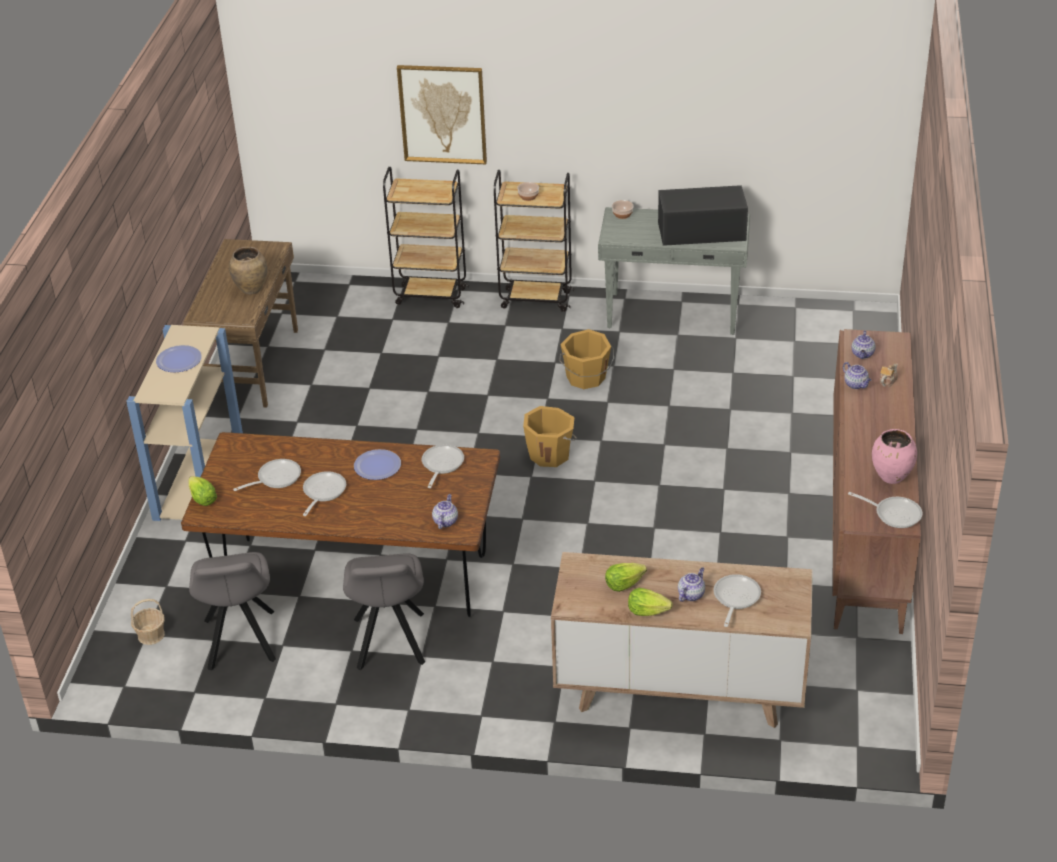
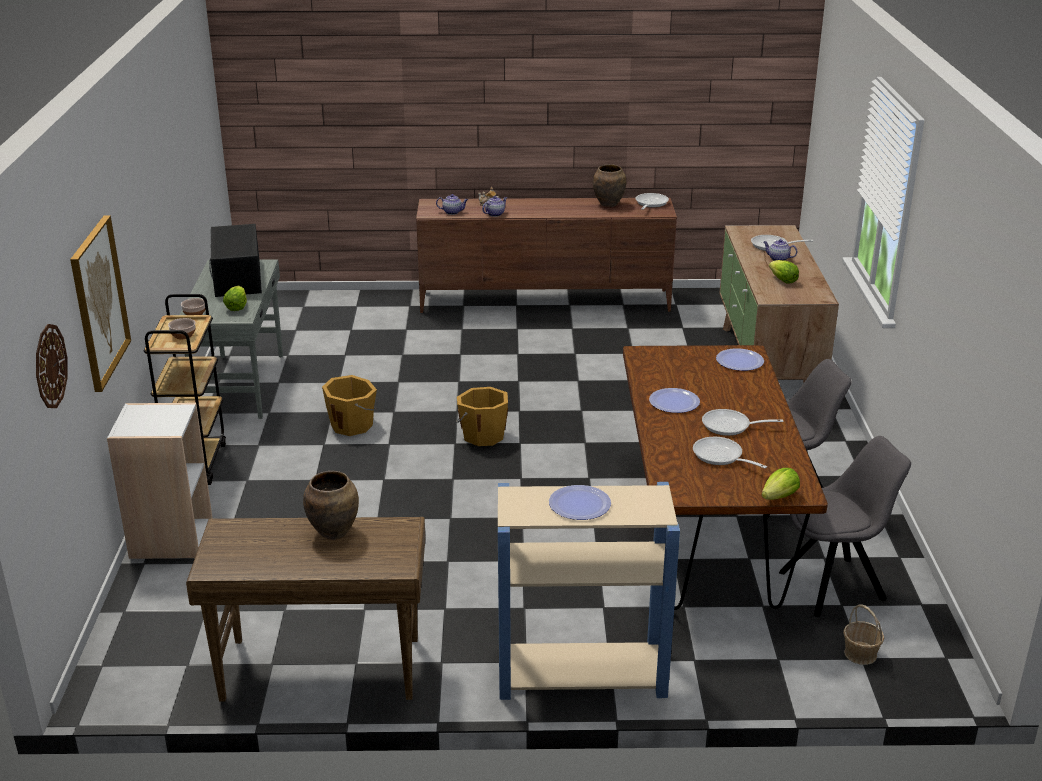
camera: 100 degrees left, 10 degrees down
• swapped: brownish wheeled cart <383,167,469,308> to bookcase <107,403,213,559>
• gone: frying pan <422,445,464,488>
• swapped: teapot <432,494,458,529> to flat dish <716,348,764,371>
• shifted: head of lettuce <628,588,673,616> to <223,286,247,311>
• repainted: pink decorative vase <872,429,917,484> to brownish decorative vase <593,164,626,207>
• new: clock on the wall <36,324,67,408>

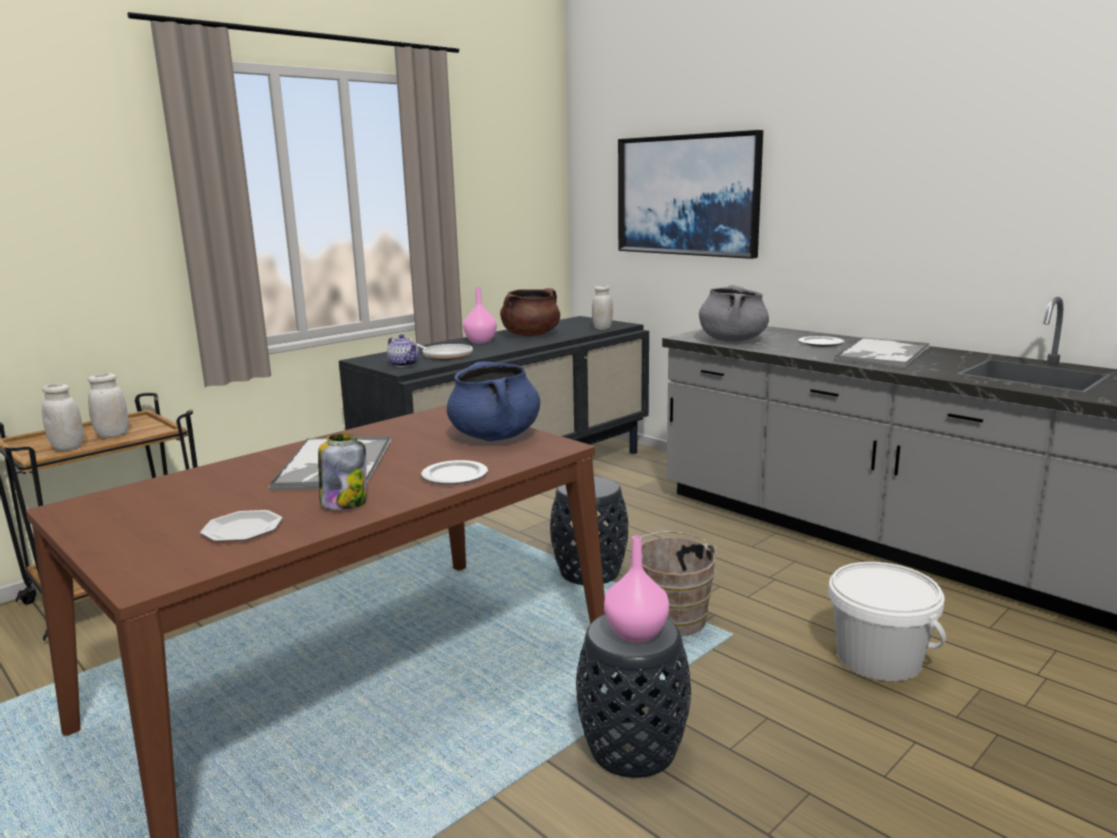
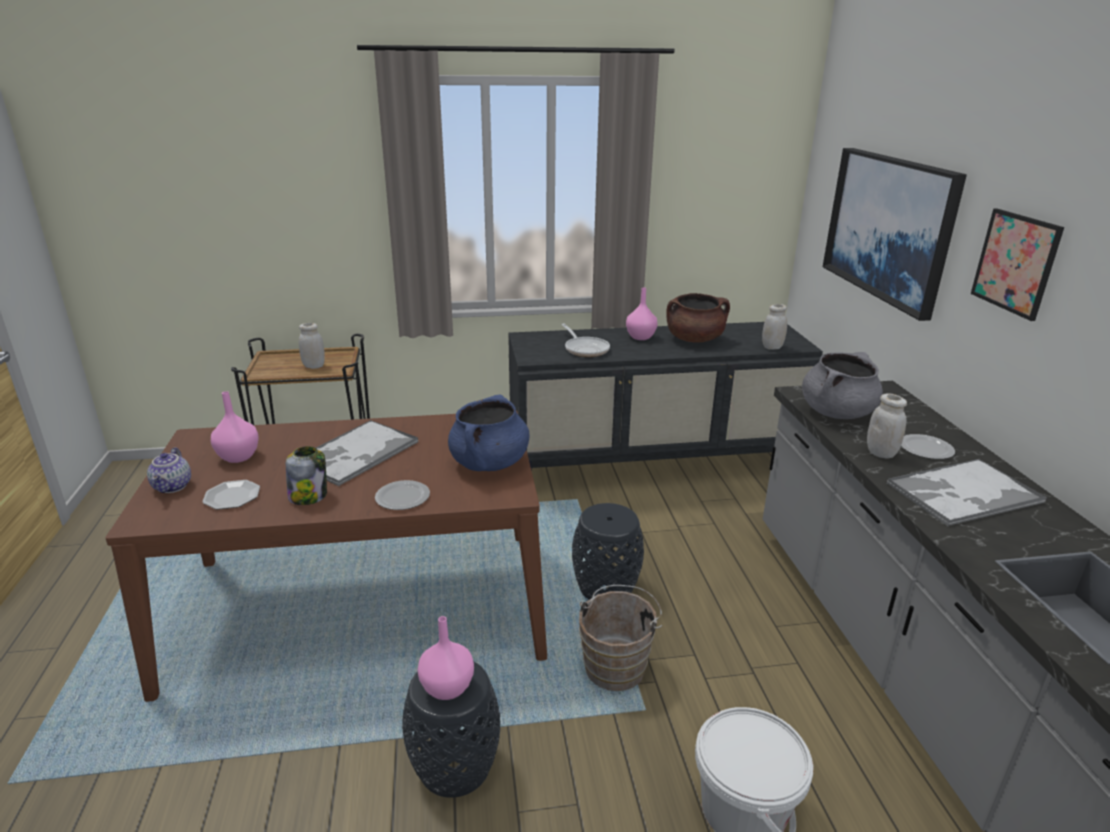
camera: 35 degrees right, 10 degrees up
• shifted: white storage jar <42,384,84,451> to <867,393,907,459>
• shifted: teapot <387,334,419,367> to <147,447,191,493>
• new: pink decorative vase <211,391,259,463>
• new: wall art <971,209,1064,321>

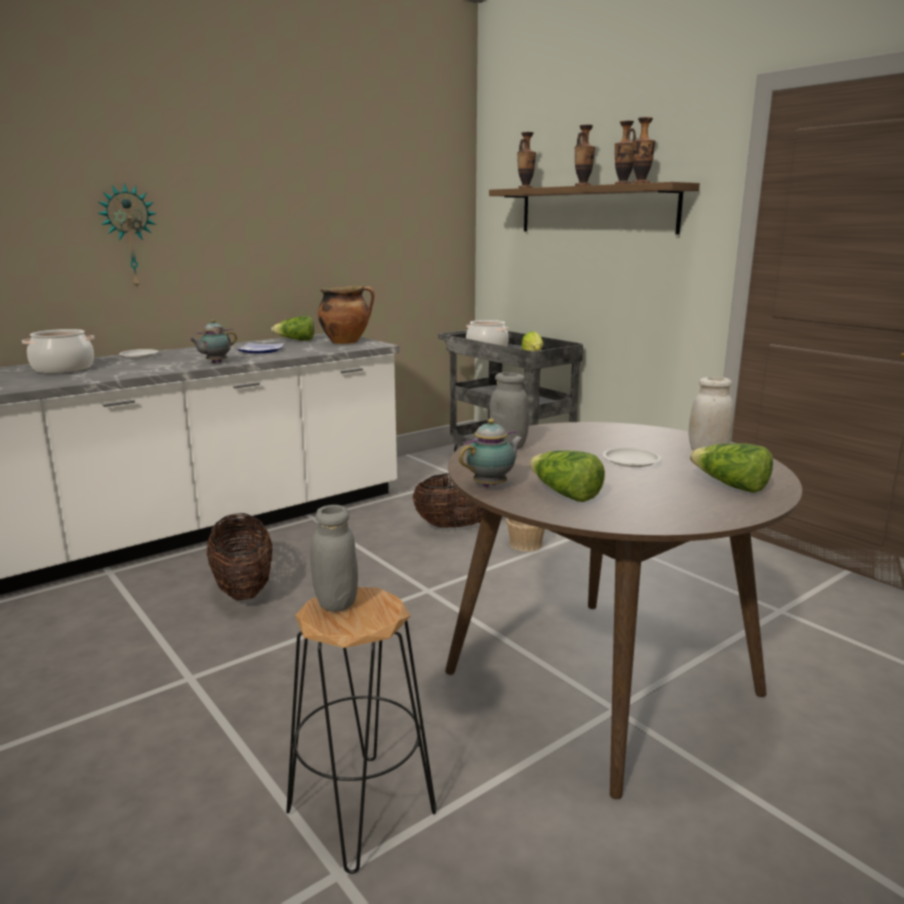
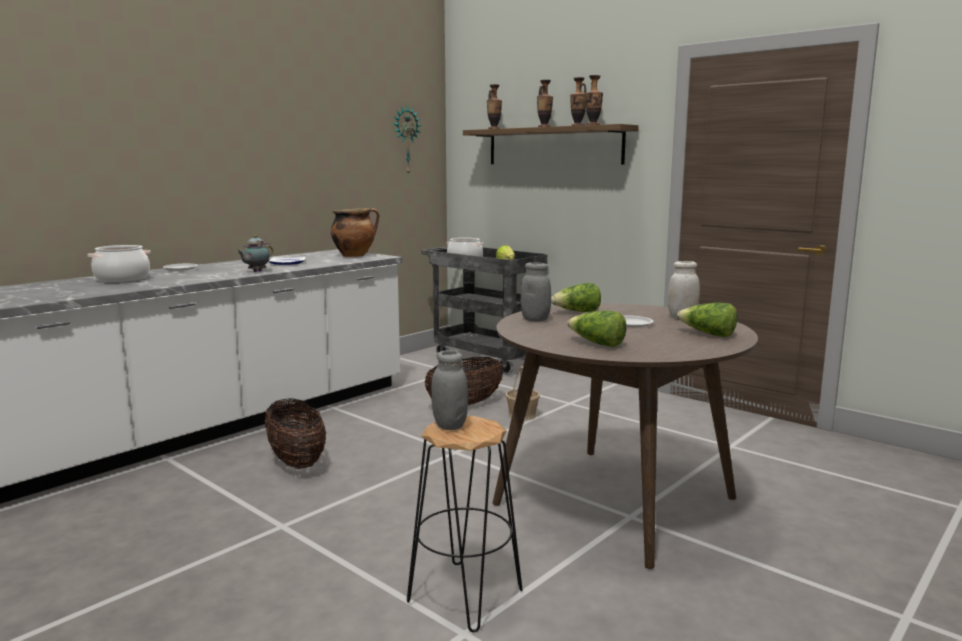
camera: 10 degrees left, 5 degrees down
• shifted: clock on the wall <97,183,157,290> to <393,106,421,175>
• shifted: head of lettuce <271,316,314,341> to <551,283,601,312>
• gone: teapot <459,419,523,487>

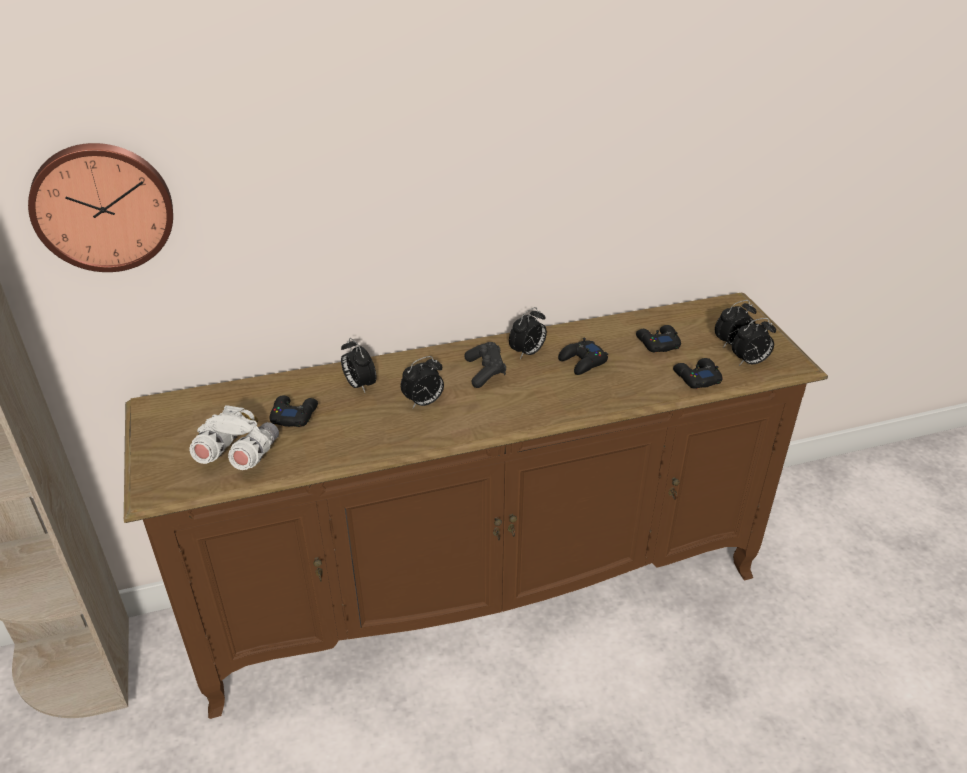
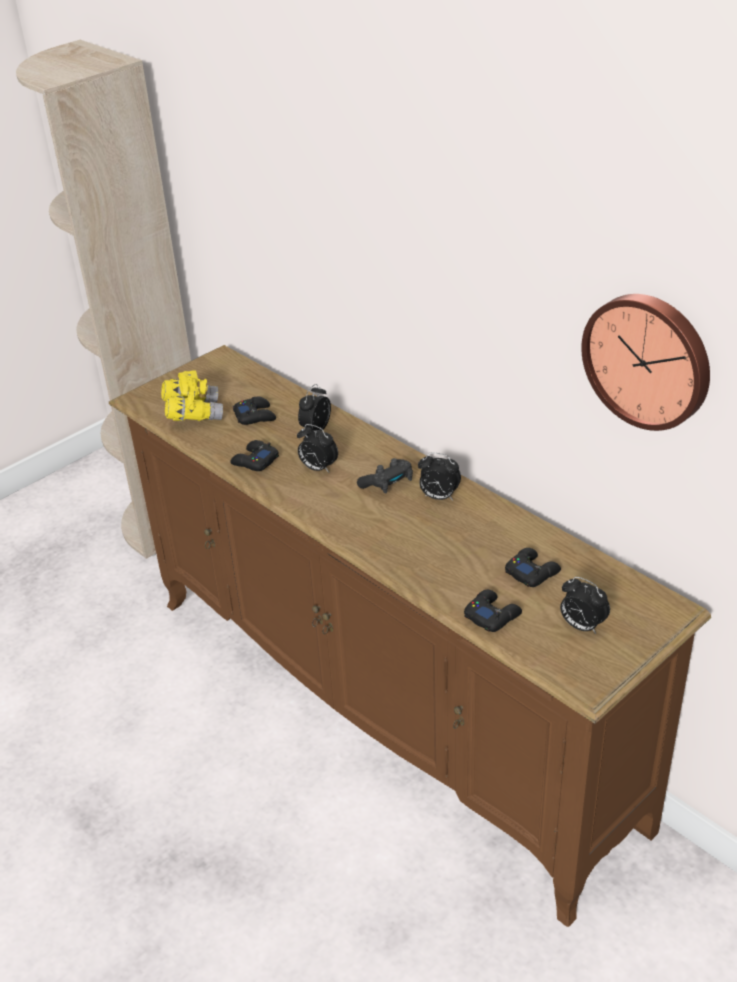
camera: 65 degrees right, 0 degrees up
• shifted: clock on the wall <28,143,173,272> to <581,294,710,431>
• repainted: white pair of binoculars <189,405,279,470> to yellowish pair of binoculars <161,370,223,421>
• shifted: black game controller <558,337,608,375> to <230,440,279,471>
• gone: alarm clock <732,318,776,366>

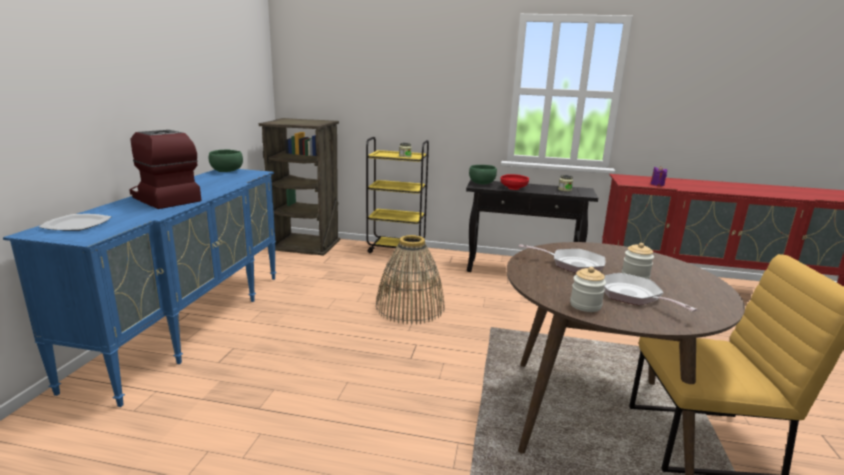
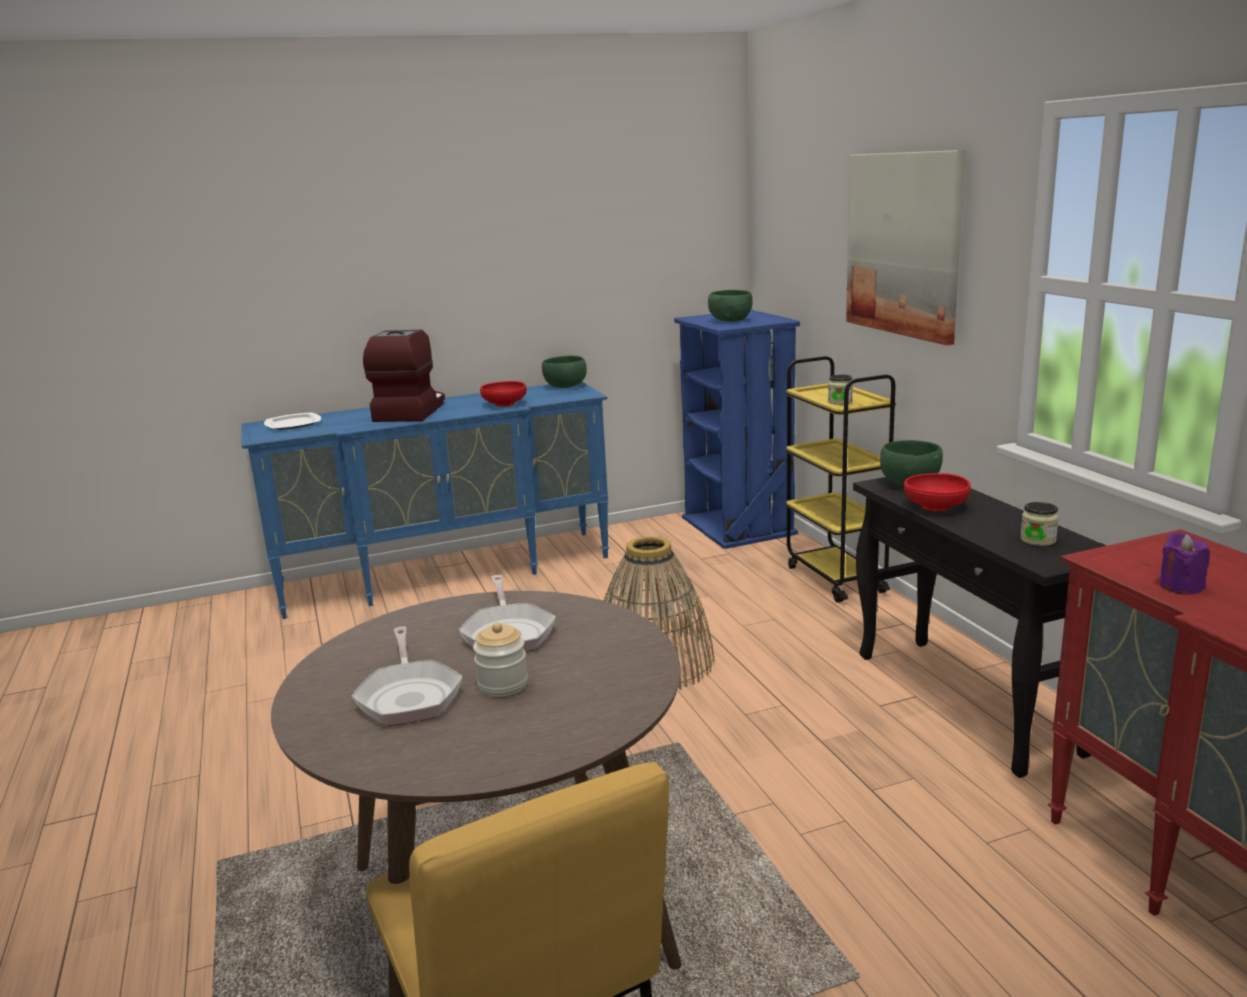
camera: 60 degrees right, 0 degrees up
• repainted: brownish bookcase <258,118,341,255> to bluish bookcase <674,309,800,549>
• gone: storage jar <570,267,606,312>
• rotated: frying pan <604,273,697,311> = <351,626,463,726> 135 degrees clockwise
• new: reddish serving bowl <480,381,527,407>
• new: green-coloured serving bowl <708,290,753,322>
• new: wall art <846,150,965,346>

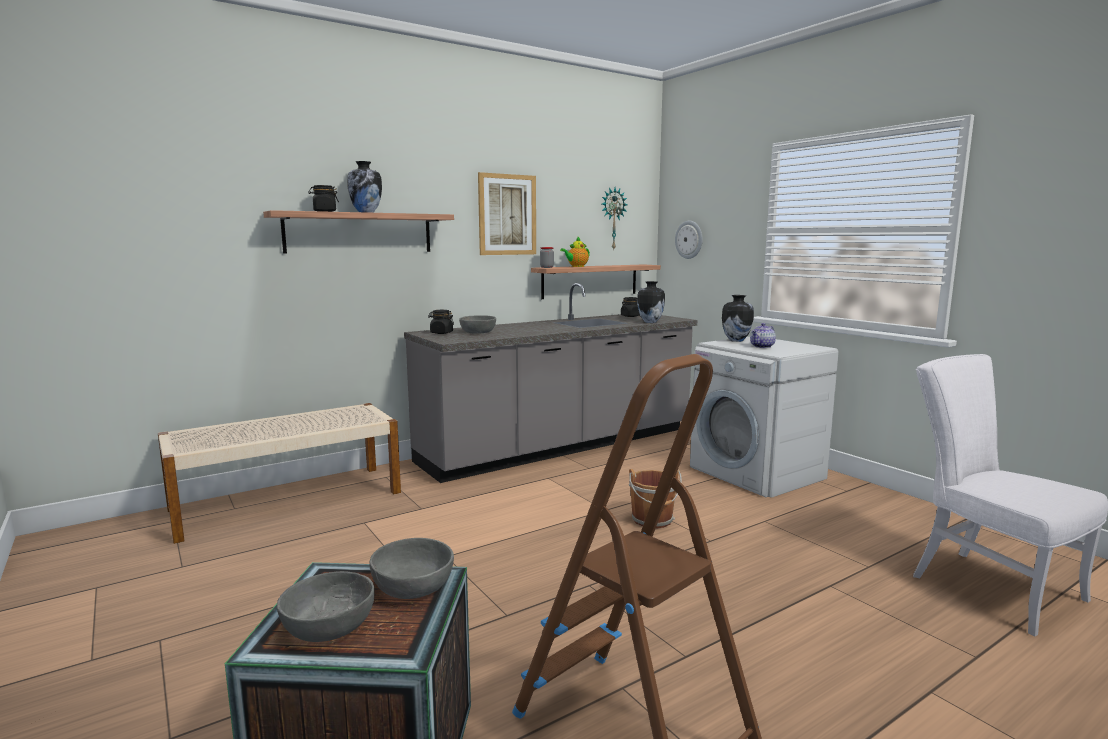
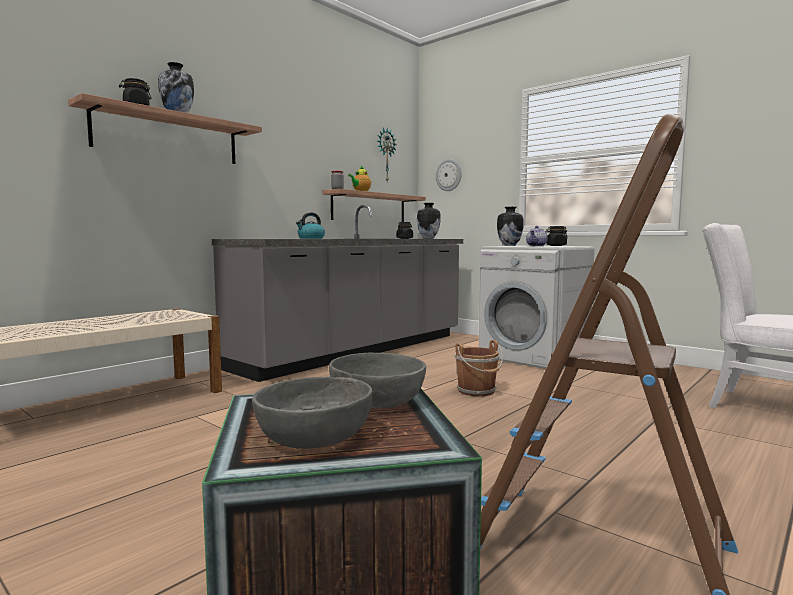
camera: 15 degrees left, 5 degrees down
• shifted: black storage jar <428,310,454,334> to <546,226,568,246>
• gone: gray serving bowl <459,315,496,334>
• gone: wall art <478,172,536,255>
• new: kettle <296,213,325,239>

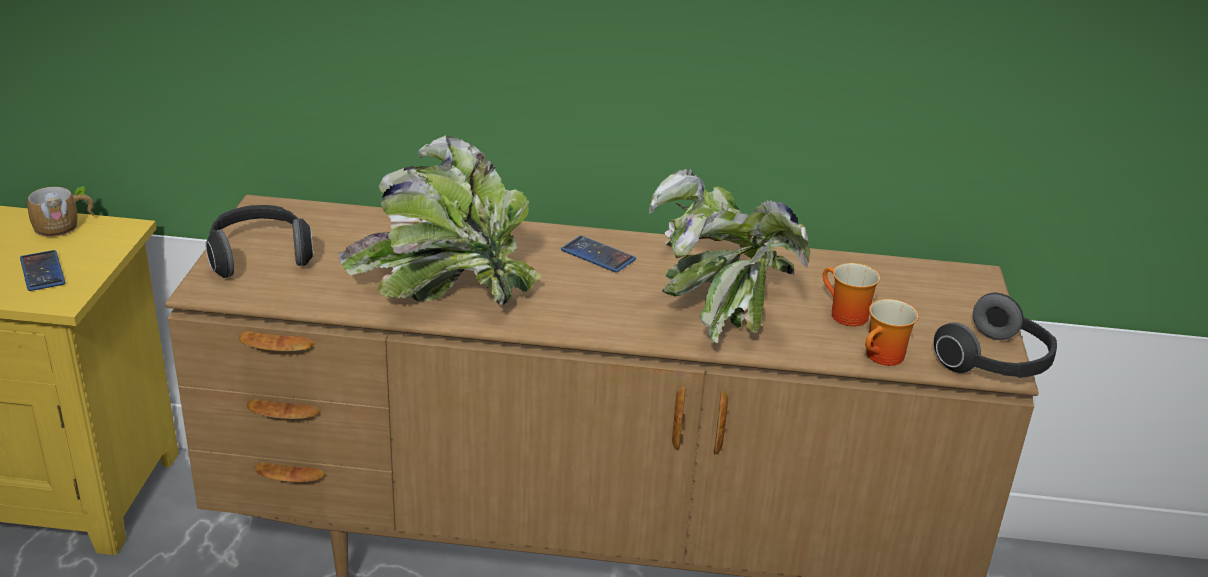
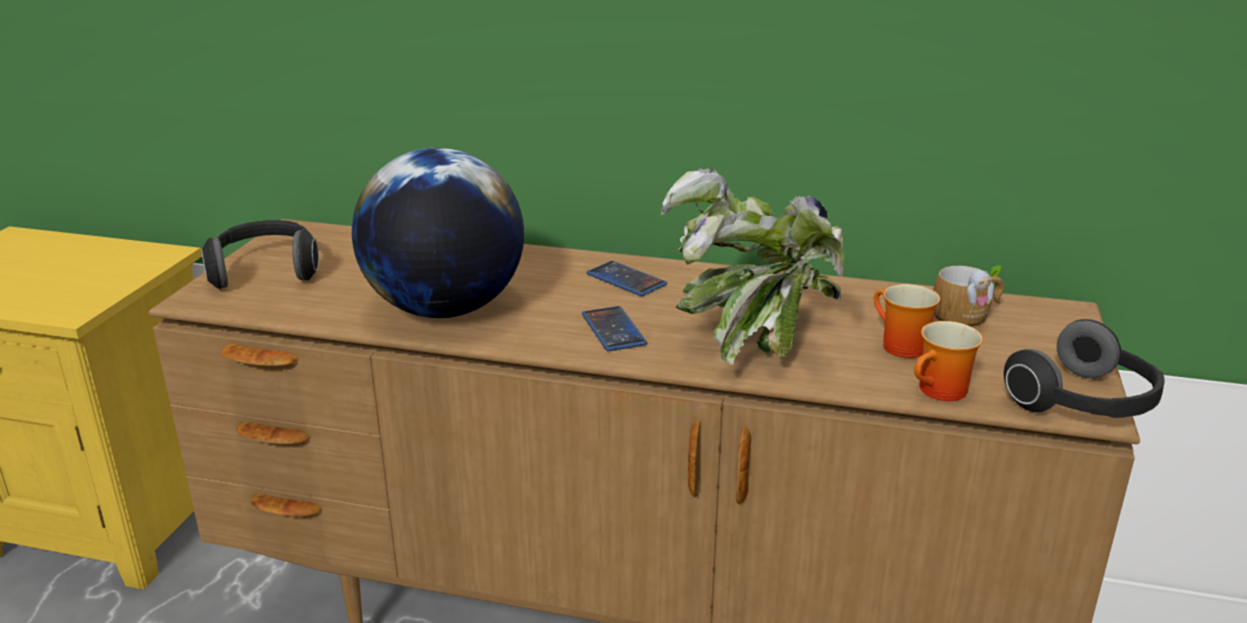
camera: 10 degrees right, 5 degrees down
• shifted: telephone <20,250,65,291> to <582,306,647,351>
• shifted: mug <27,186,94,237> to <933,265,1005,328>
• swapped: houseplant <339,135,541,305> to world globe <352,148,524,318>

